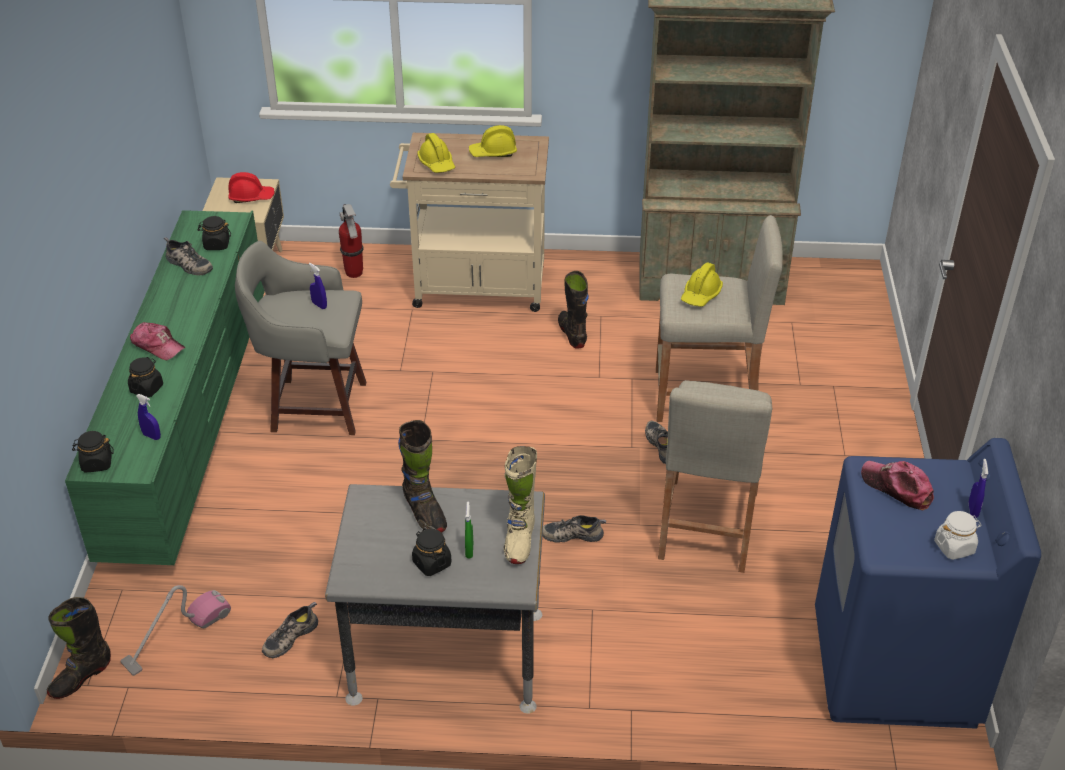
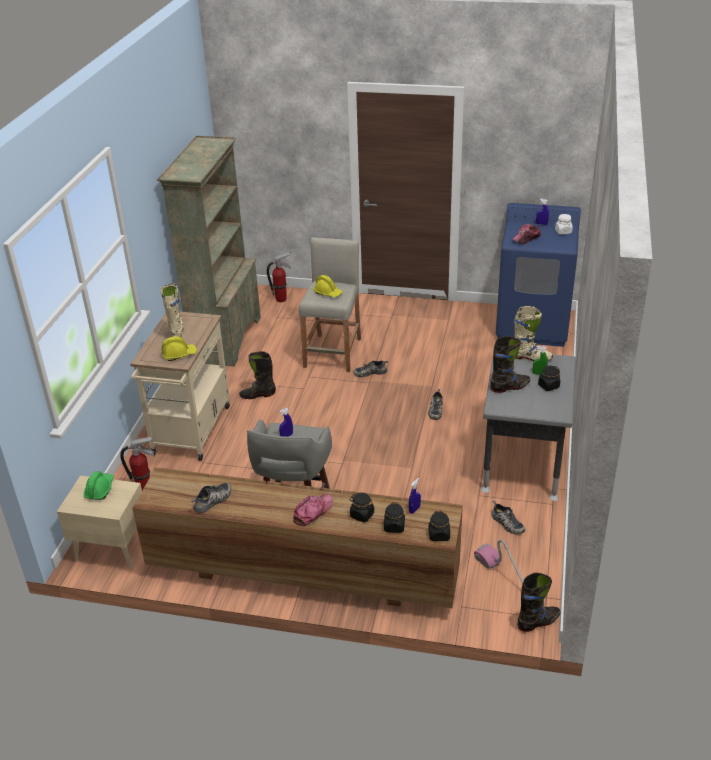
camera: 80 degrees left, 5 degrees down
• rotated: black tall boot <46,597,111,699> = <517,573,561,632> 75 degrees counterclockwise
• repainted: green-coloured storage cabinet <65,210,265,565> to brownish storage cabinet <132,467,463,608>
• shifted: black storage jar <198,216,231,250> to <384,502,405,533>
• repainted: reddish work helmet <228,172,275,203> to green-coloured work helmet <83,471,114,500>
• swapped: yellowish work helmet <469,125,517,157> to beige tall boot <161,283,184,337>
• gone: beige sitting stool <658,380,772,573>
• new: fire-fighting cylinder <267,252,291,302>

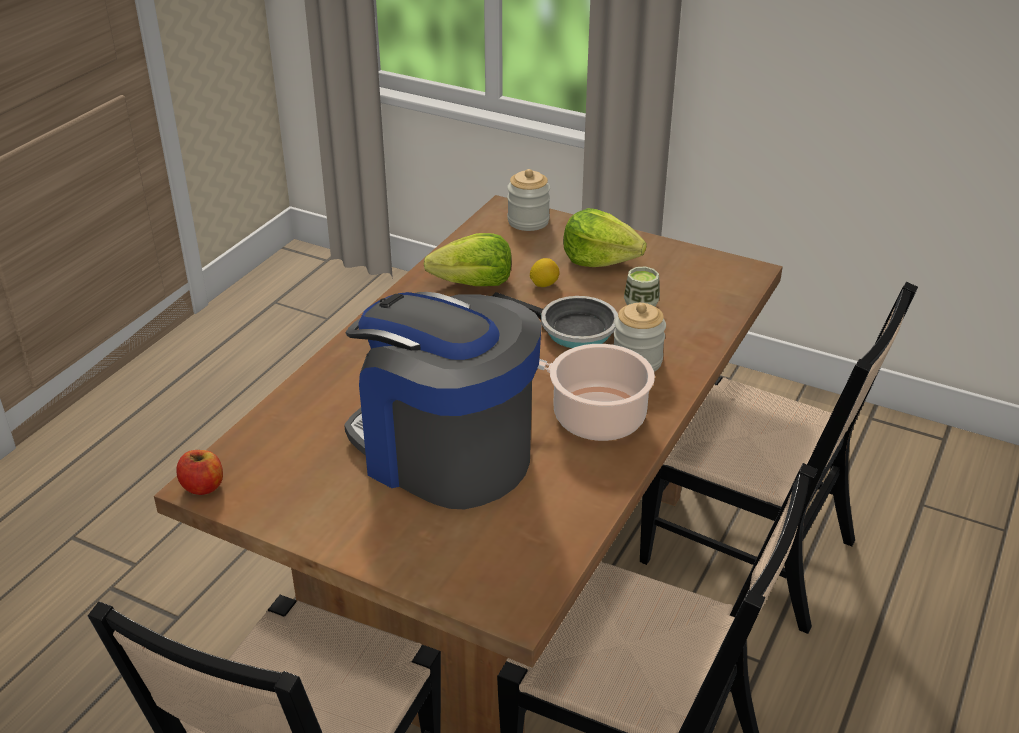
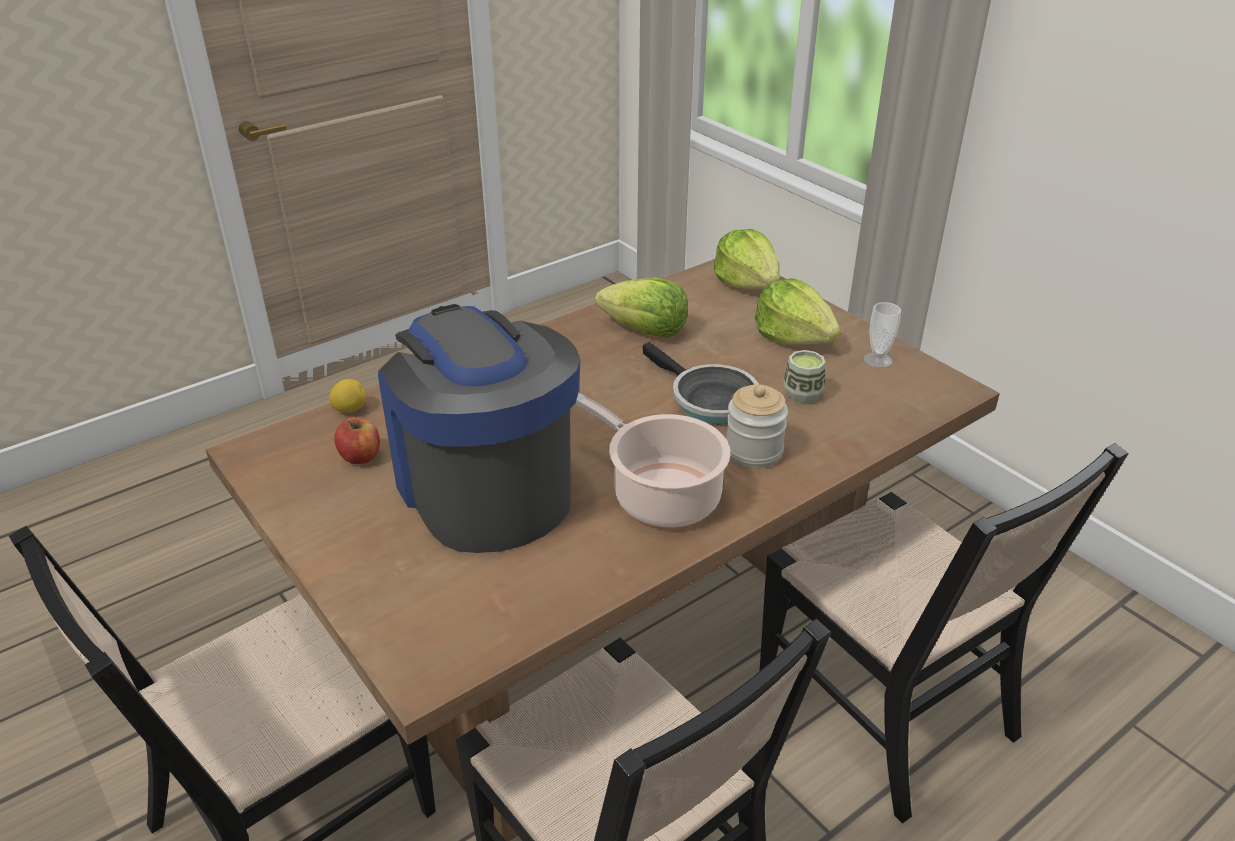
camera: 25 degrees right, 0 degrees up
• shifted: apple <176,450,223,495> to <334,417,380,464>
• swapped: storage jar <507,169,550,231> to head of lettuce <713,229,780,290>
• shifted: citrus fruit <530,258,559,287> to <329,379,366,413>
• new: small cup <864,302,901,368>

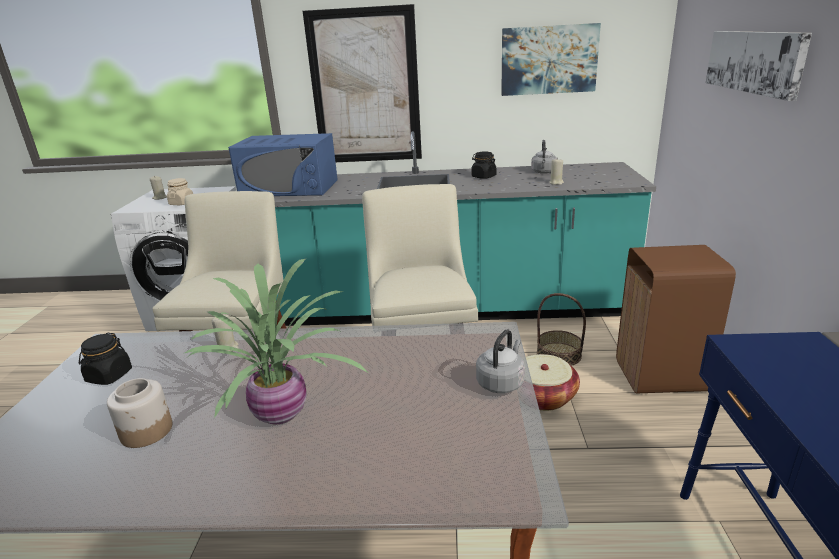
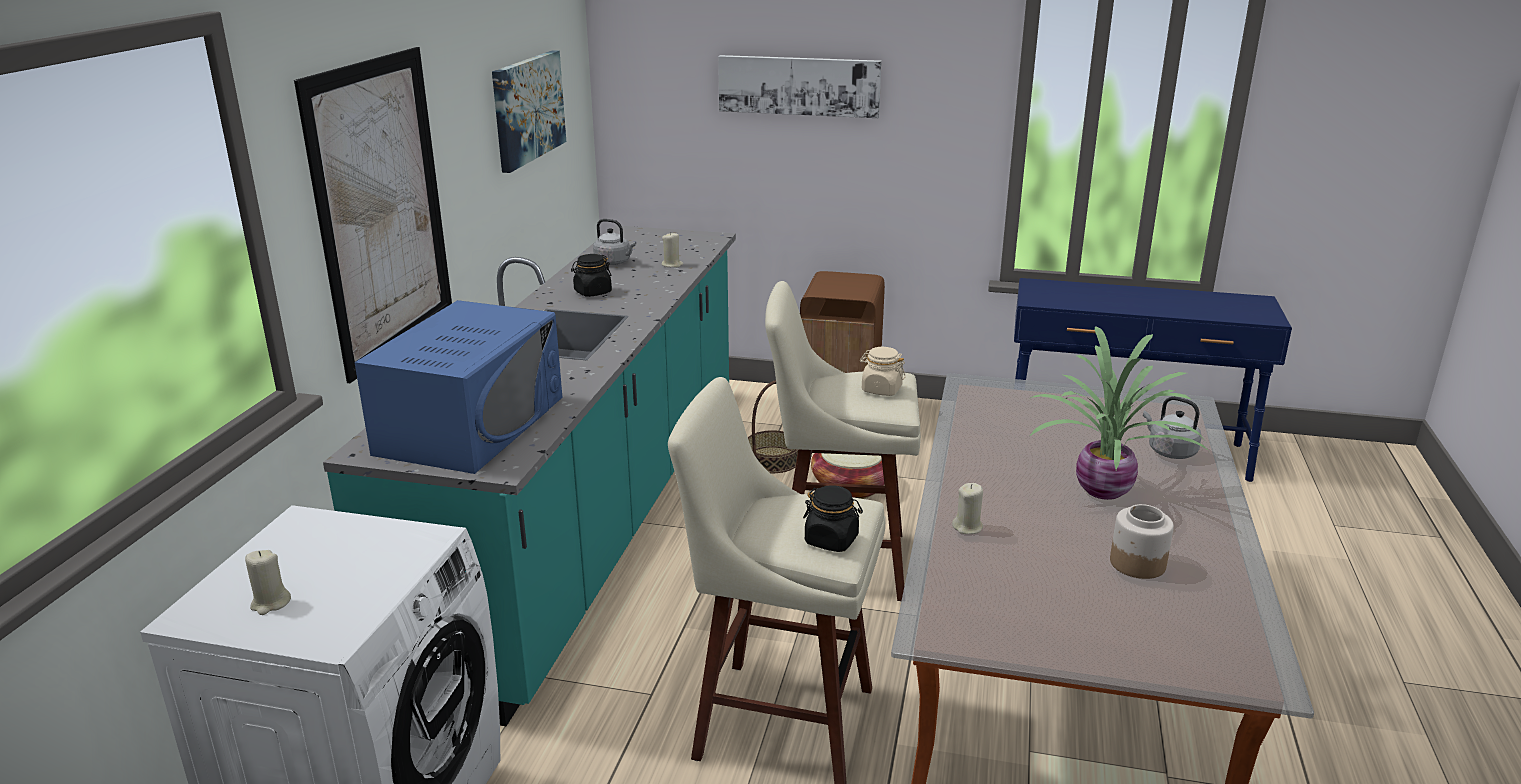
camera: 80 degrees left, 0 degrees up
• shifted: black storage jar <79,333,132,385> to <803,485,863,552>
• shifted: beige storage jar <167,178,193,205> to <860,347,906,396>
• shifted: gray kettle <476,329,525,393> to <1143,396,1201,459>

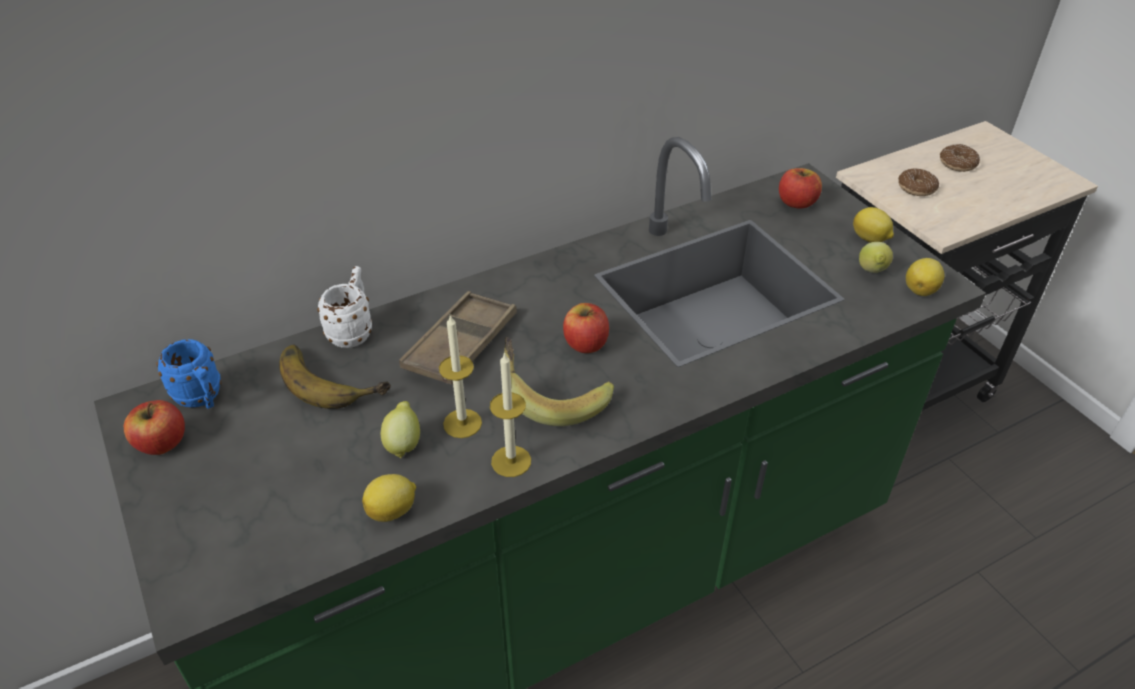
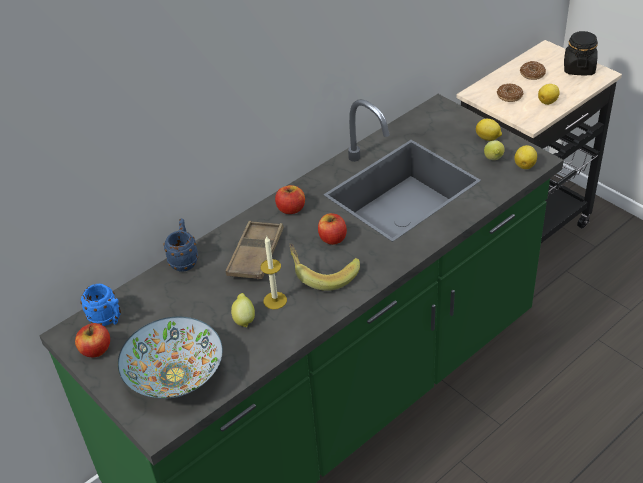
camera: 10 degrees left, 0 degrees up
• gone: whole banana <279,344,391,409>
• repainted: white mug <317,266,372,348> to bluish mug <163,219,198,272>
• shifted: citrus fruit <362,474,416,522> to <538,84,560,105>
• gone: wax light <490,352,531,477>
• shifted: apple <779,168,822,208> to <275,185,305,214>
• new: serving bowl <118,317,223,399>
• new: black storage jar <564,31,598,75>

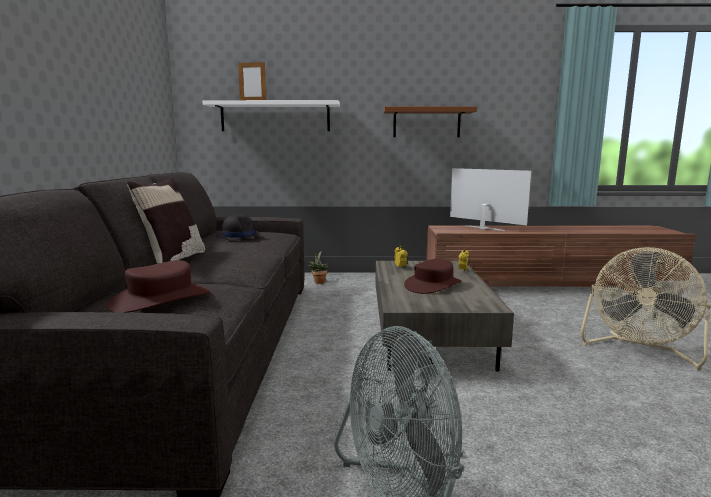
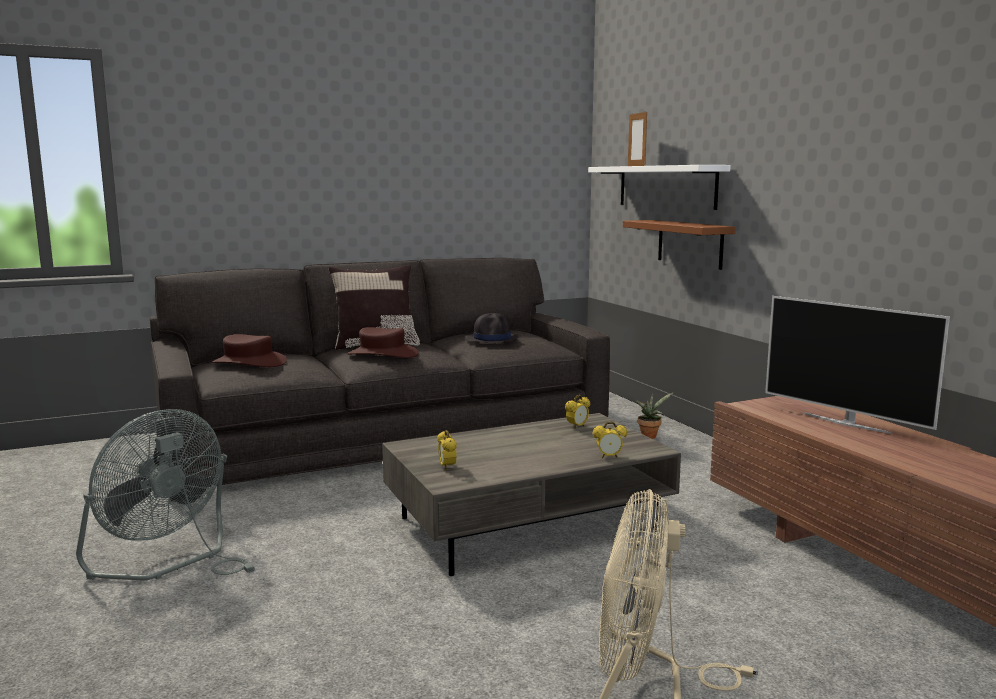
camera: 65 degrees right, 0 degrees up
• shifted: brownish shelf <383,107,477,137> to <623,220,736,270>
• shifted: brownish wearable hat <404,259,462,294> to <347,327,419,358>
• rotated: TV <450,168,531,231> = <765,296,950,434> 120 degrees clockwise
• new: alarm clock <437,430,457,470>

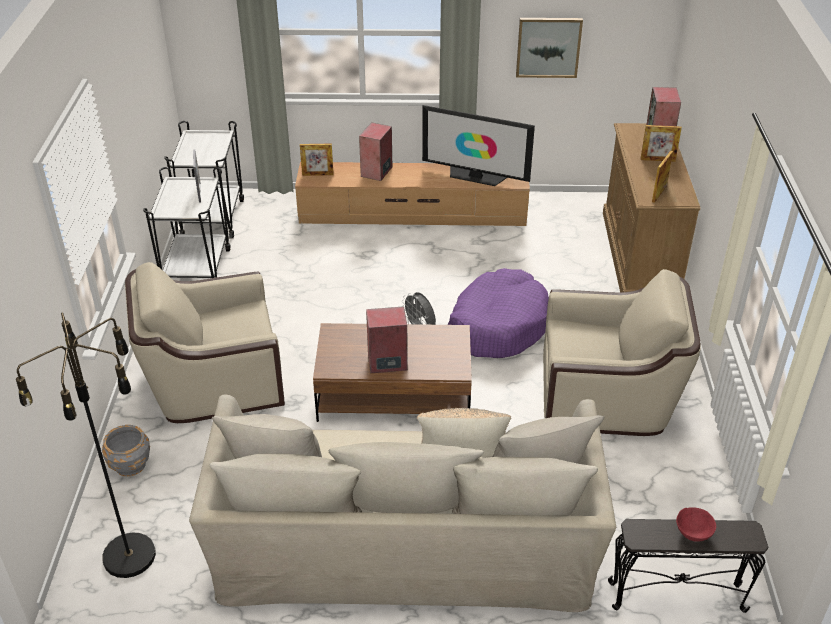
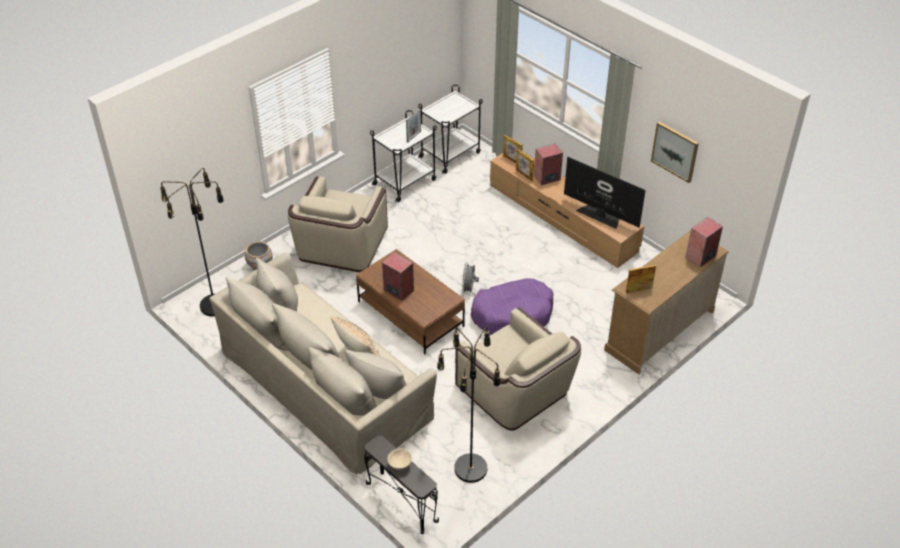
camera: 45 degrees right, 5 degrees up
• rotated: beige easy chair <125,262,285,423> = <288,176,388,272> 105 degrees counterclockwise
• rotated: TV <422,105,535,186> = <564,157,646,229> 150 degrees clockwise
• shifted: photo frame <640,125,682,162> to <516,149,534,181>
• repainted: reddish serving bowl <676,507,716,542> to beige serving bowl <387,448,412,470>
• new: standing lamp <437,326,500,483>

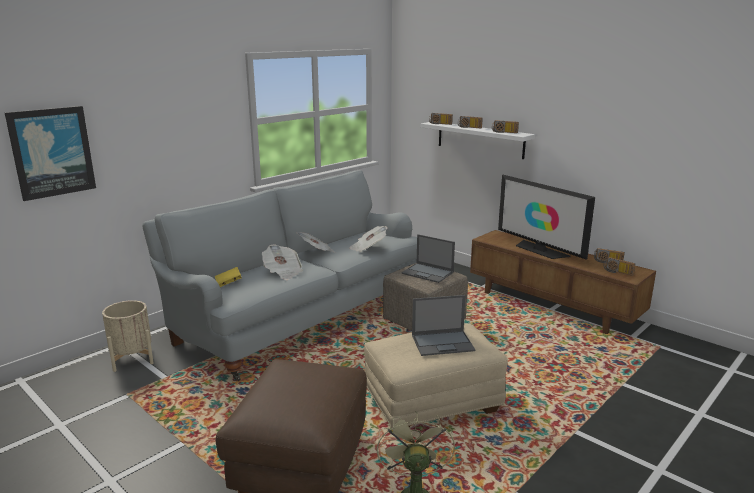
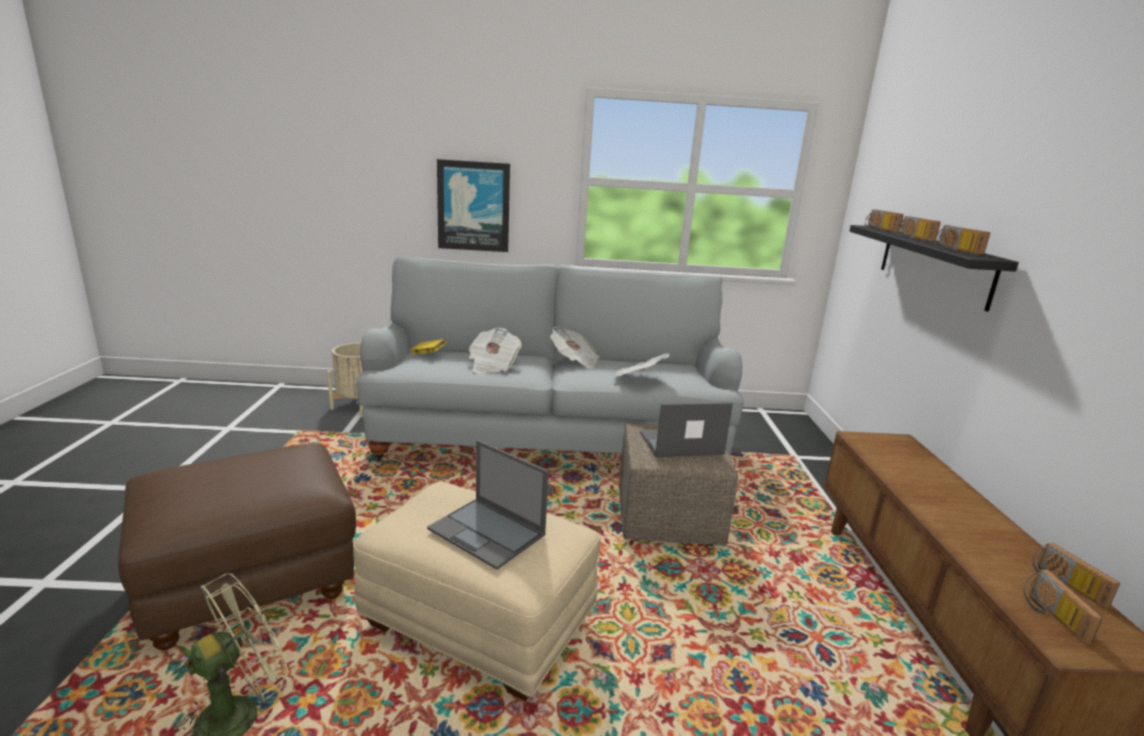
camera: 45 degrees right, 0 degrees up
• shifted: wall art <5,106,96,201> to <437,159,510,252>
• rotated: laptop <401,234,455,283> = <640,402,733,457> 90 degrees clockwise
• repainted: white shelf <420,122,535,159> to black shelf <849,225,1019,312>
• gone: TV <498,175,595,260>

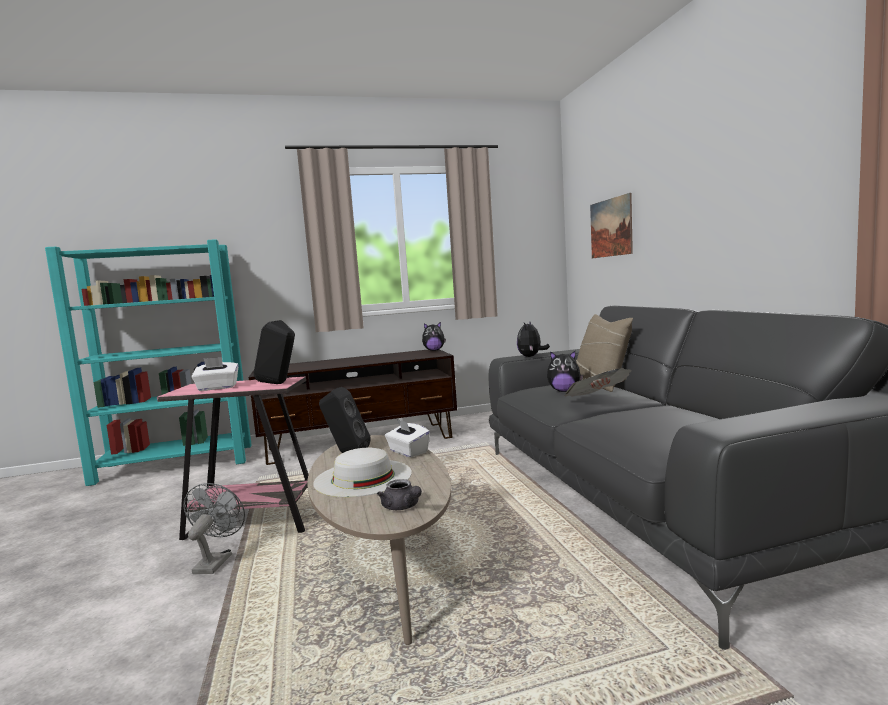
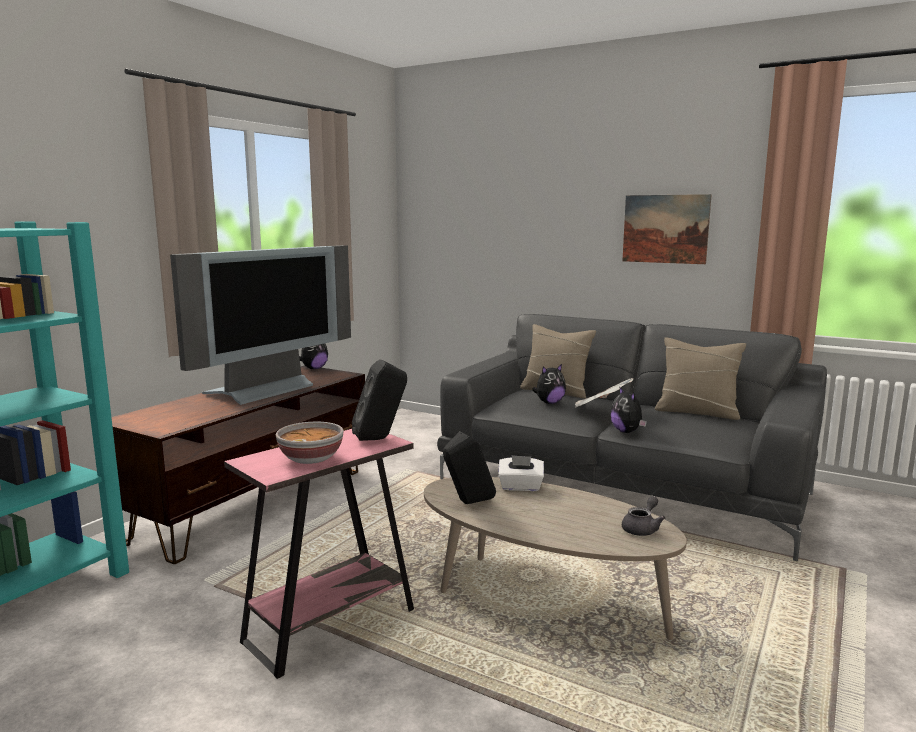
camera: 45 degrees left, 5 degrees up
• gone: gray cooling fan <184,483,245,574>
• swapped: white tissue box <192,357,239,391> to serving bowl <276,422,343,464>
• gone: white wearable hat <313,448,412,497>
• rotated: gray teapot <377,479,422,510> = <622,496,665,536> 60 degrees counterclockwise
• shifted: soft toy <517,322,550,357> to <611,386,647,433>
• shifted: wall art <590,193,633,258> to <622,194,712,264>
• new: TV <170,245,351,405>
• new: beige pillow <655,337,746,420>

